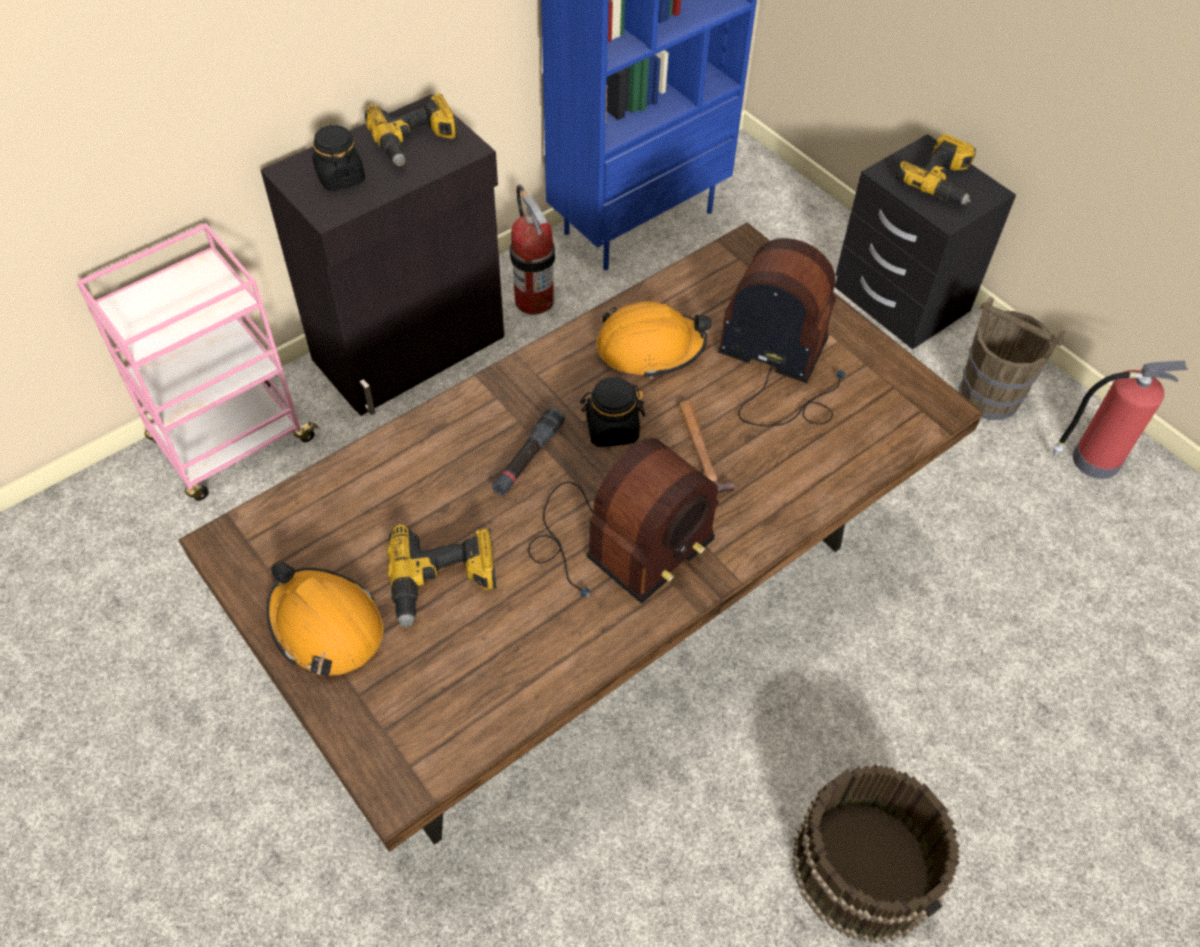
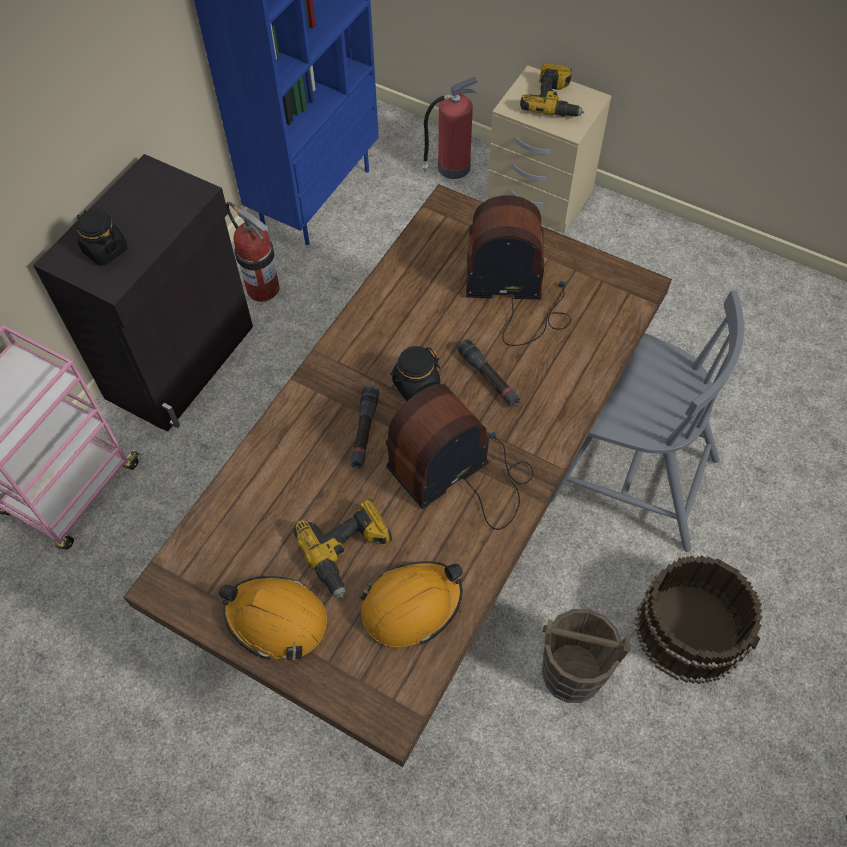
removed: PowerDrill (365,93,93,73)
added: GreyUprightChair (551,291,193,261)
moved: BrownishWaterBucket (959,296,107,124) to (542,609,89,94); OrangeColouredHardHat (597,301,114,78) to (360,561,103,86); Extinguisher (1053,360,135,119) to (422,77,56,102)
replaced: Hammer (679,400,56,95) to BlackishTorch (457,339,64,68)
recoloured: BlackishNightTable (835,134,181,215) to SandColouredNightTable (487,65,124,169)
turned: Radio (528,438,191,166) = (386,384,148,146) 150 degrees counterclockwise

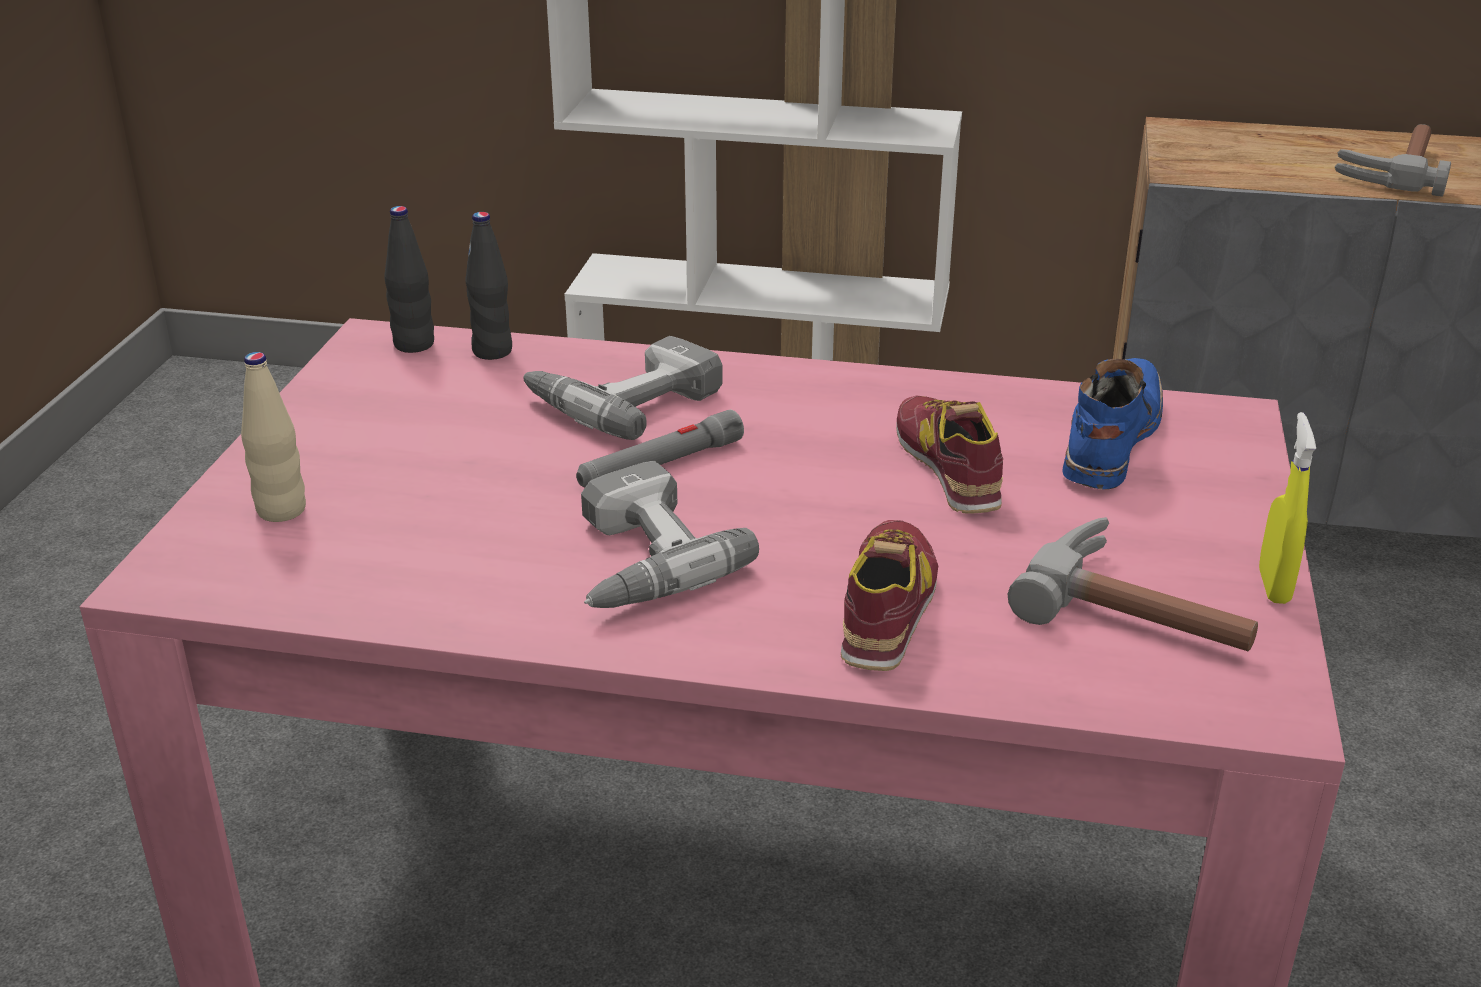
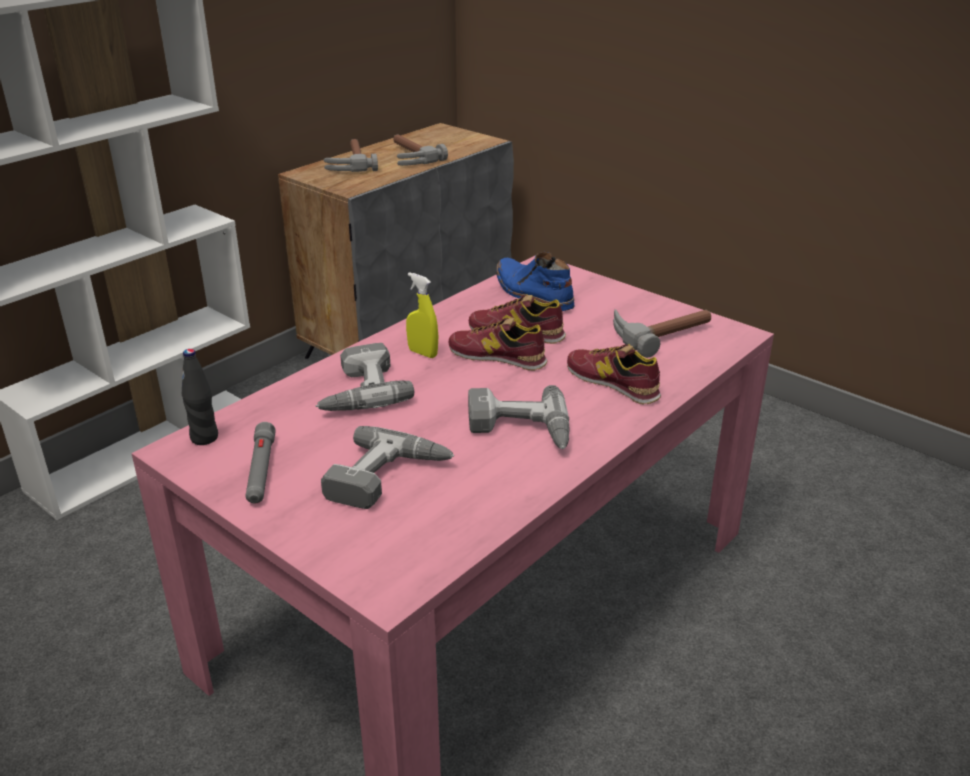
removed: BlackishBeverageBottle (465,212,47,148); SandColouredBeverageBottle (241,352,65,170)
added: Hammer (324,139,54,33); Shoe (449,317,98,54); PowerDrill (321,426,133,83)
moved: GreyTorch (576,409,168,79) to (245,422,31,81); YellowColouredSprayer (1259,412,57,192) to (406,272,32,86)

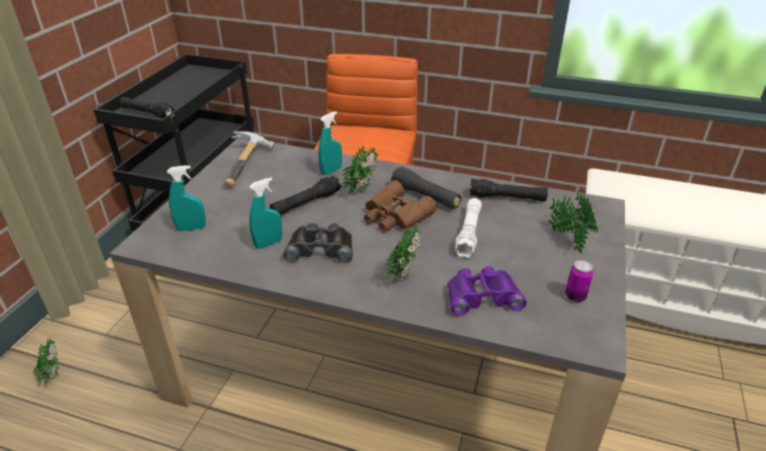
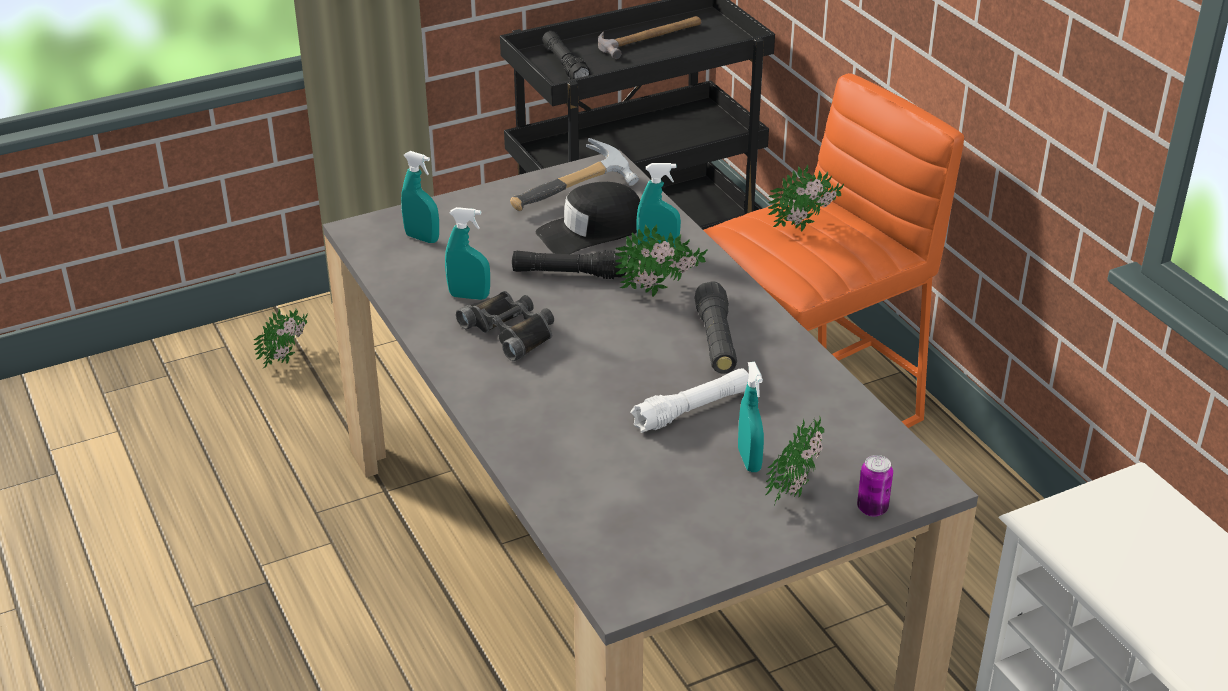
removed: BlackishTorch (469,179,79,23); BrownishBinoculars (364,180,73,52); PurpleBinoculars (447,266,80,50)
added: Hammer (598,16,103,43); BlackishBaseballCap (536,182,104,72); BlueGreenSprayer (738,362,26,110)
moved: PottedPlant (385,223,36,63) to (768,165,76,67); SealedCan (565,260,29,42) to (857,455,36,62)

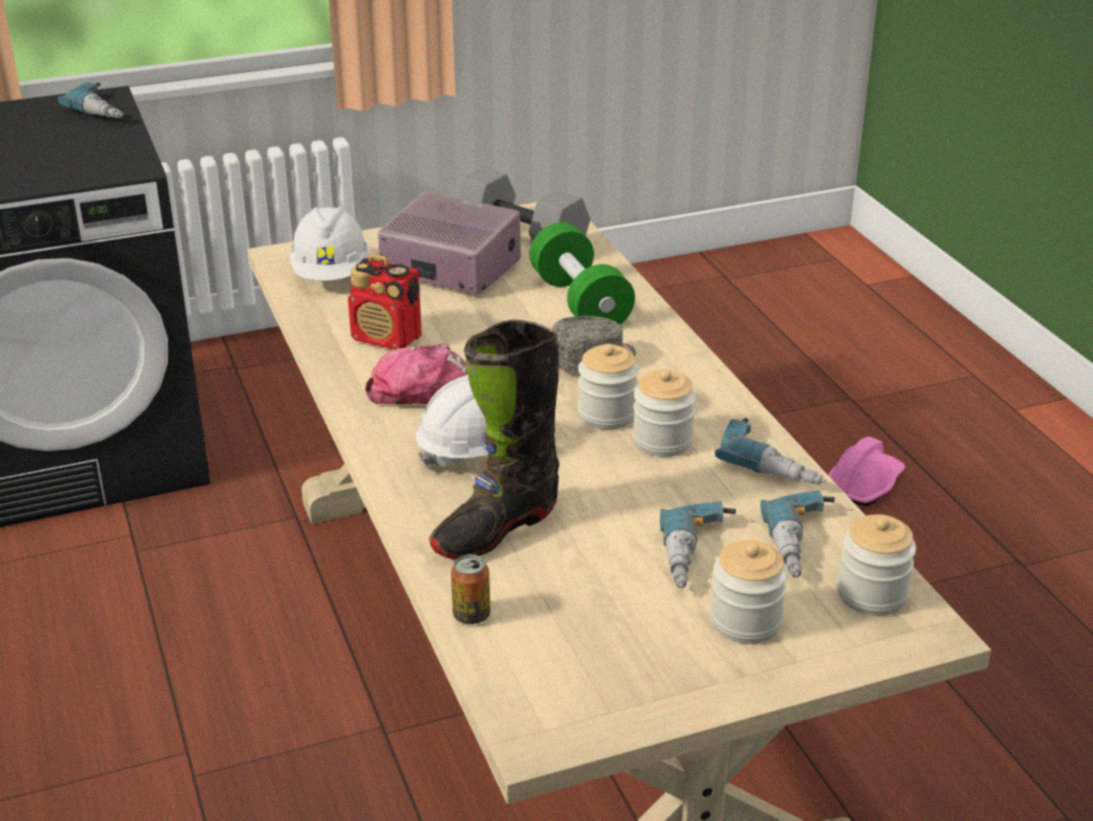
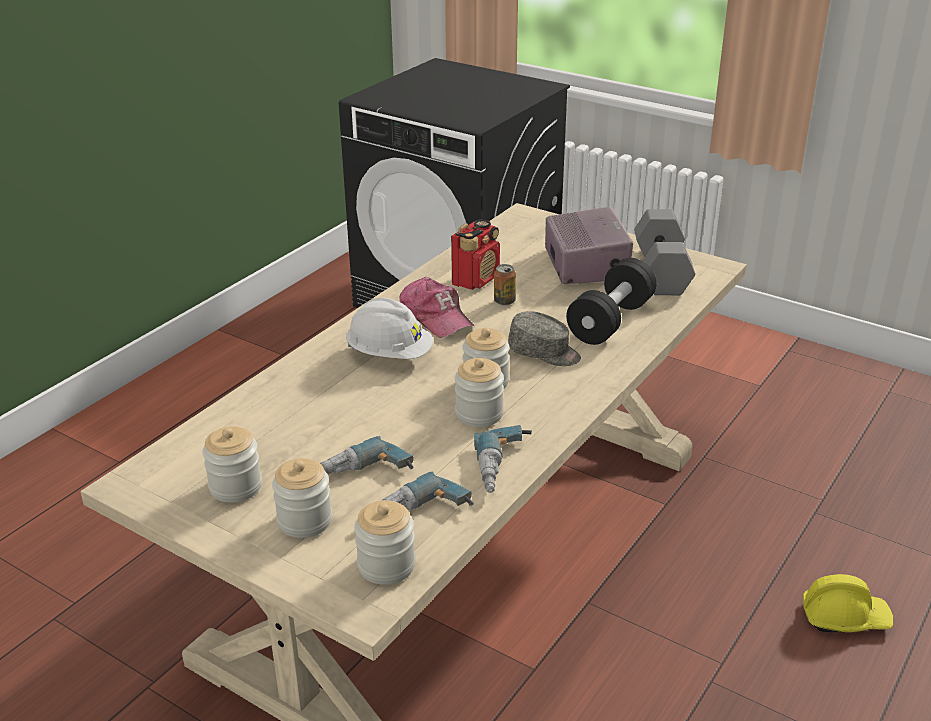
removed: PowerDrill (58,82,66,36); WhitishHardHat (290,207,79,74); BlackishBoot (429,320,131,240)
added: Jar (202,426,60,77)
moved: SealedCan (451,554,39,70) to (494,264,22,41)
recoloured: GreenishDumbbell (529,222,106,103) to BlackishDumbbell (566,258,90,87); PinkishHardHat (828,437,77,69) to YellowColouredHardHat (803,574,90,58)
turned: Radio (348,254,74,96) = (451,219,49,71) 135 degrees counterclockwise

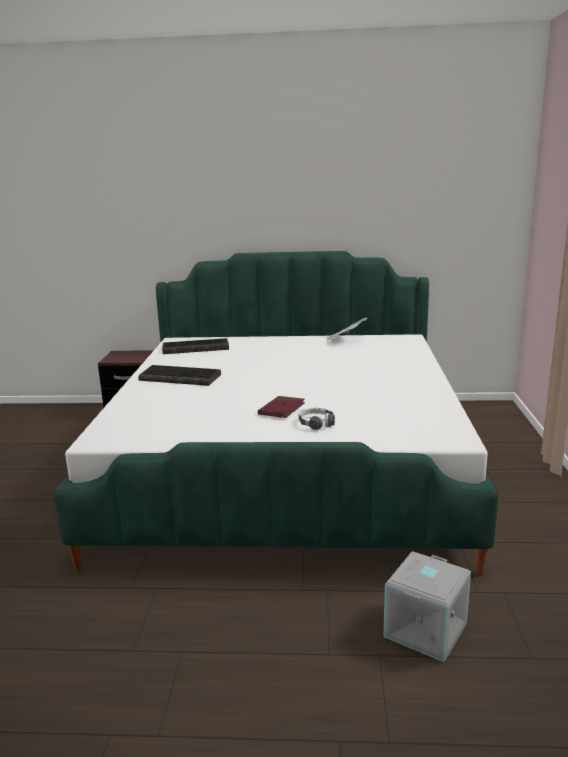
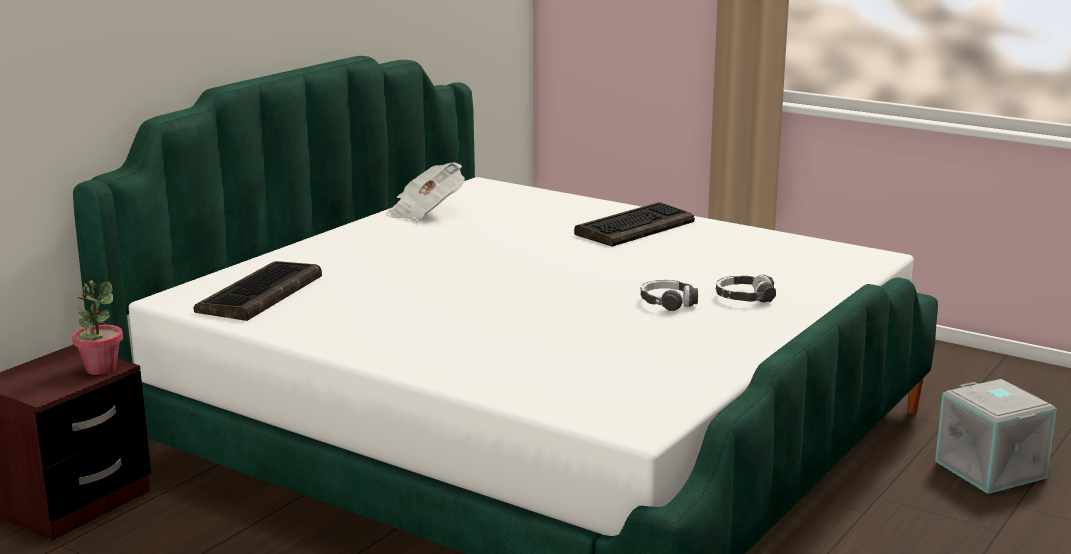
added: PottedPlant (72,280,51,95)
moved: Keyboard (138,365,83,21) to (574,202,121,45)
replaced: ReddishVolume (258,396,47,22) to Headphones (641,280,57,31)

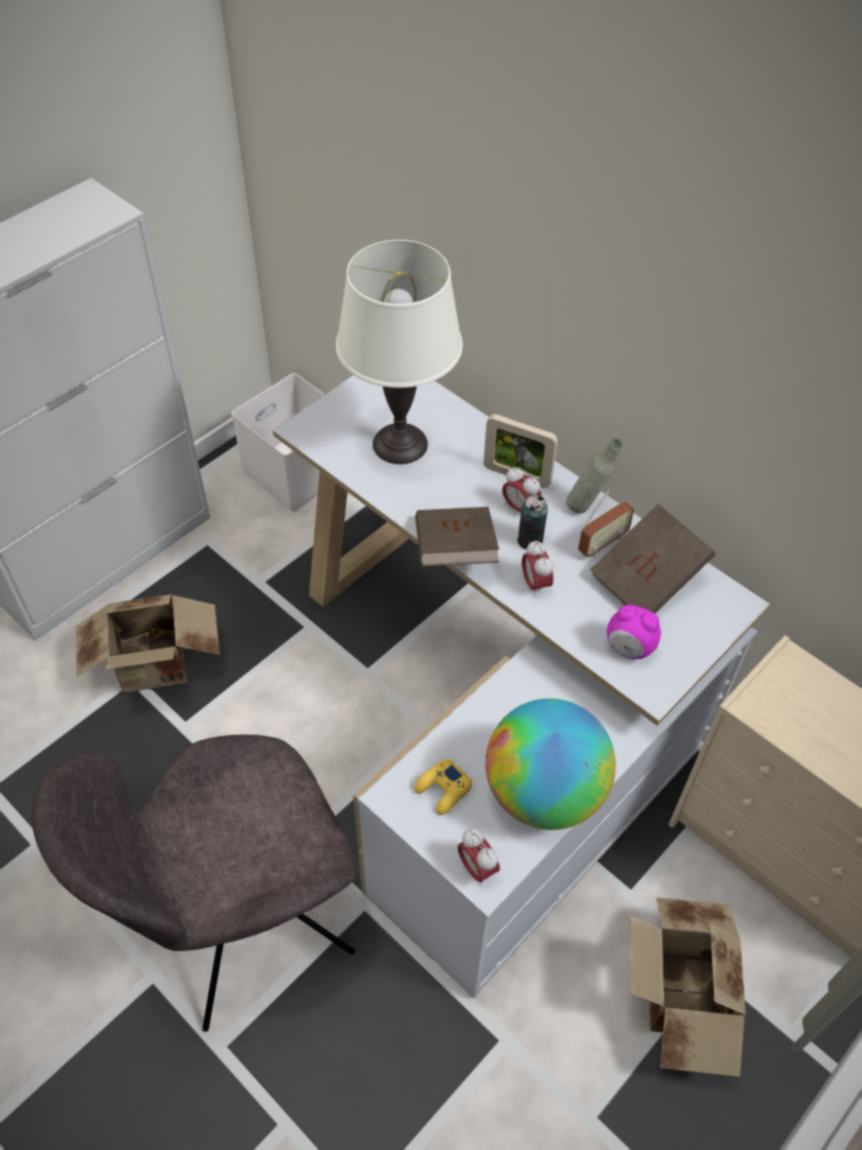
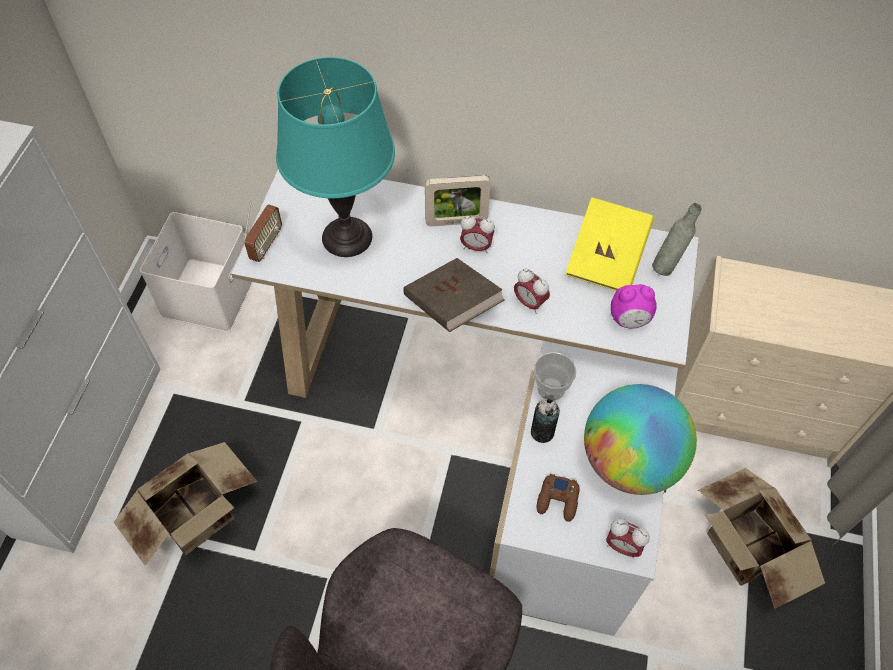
added: DrinkingCup (534,352,42,49)
moved: GreyBeverageBottle (566,439,56,75) to (652,203,50,73); Radio (578,490,56,67) to (244,201,38,61); SealedCan (517,495,31,54) to (531,399,29,44)
recoloured: WhitishTabletopLamp (336,240,127,224) to BlueGreenTabletopLamp (276,57,119,200); BrownishVolume (590,504,126,109) to YellowColouredVolume (566,197,88,94); YellowColouredGameController (414,759,58,56) to BrownishGameController (537,474,42,48)

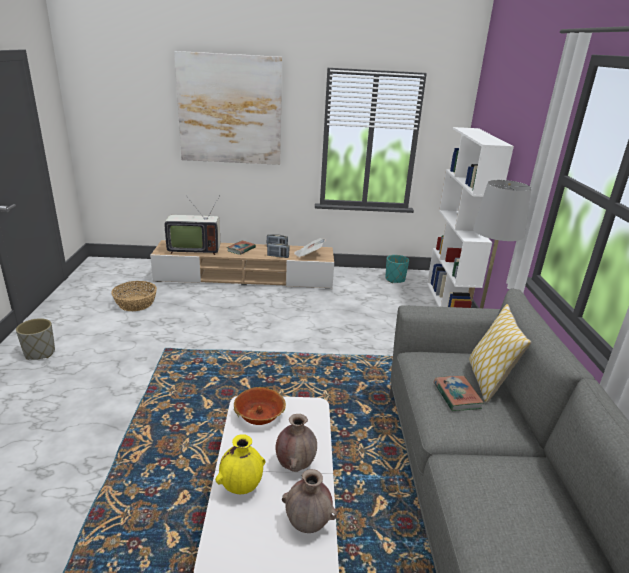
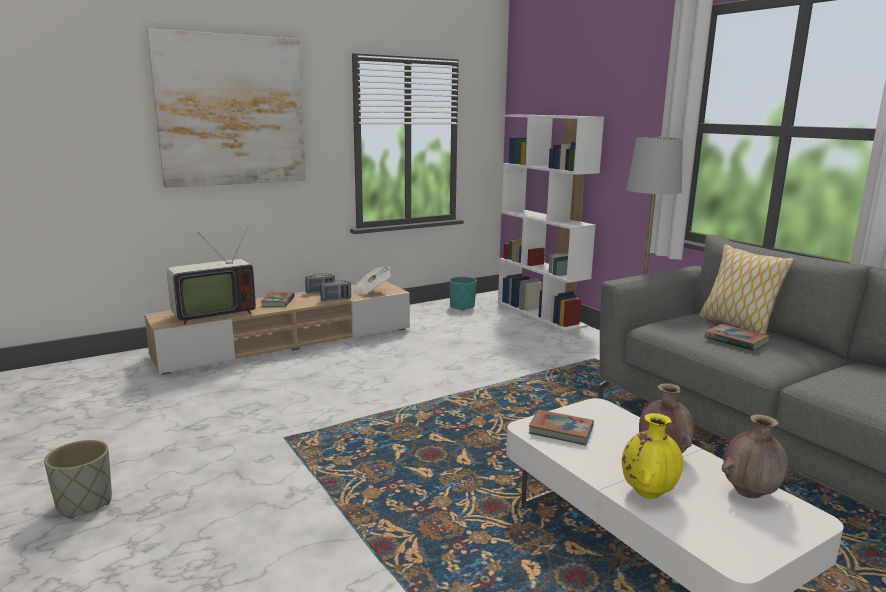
removed: HouseholdBasket (111,281,46,30)
replaced: ServingBowl (234,387,52,40) to Volume (529,410,65,35)

